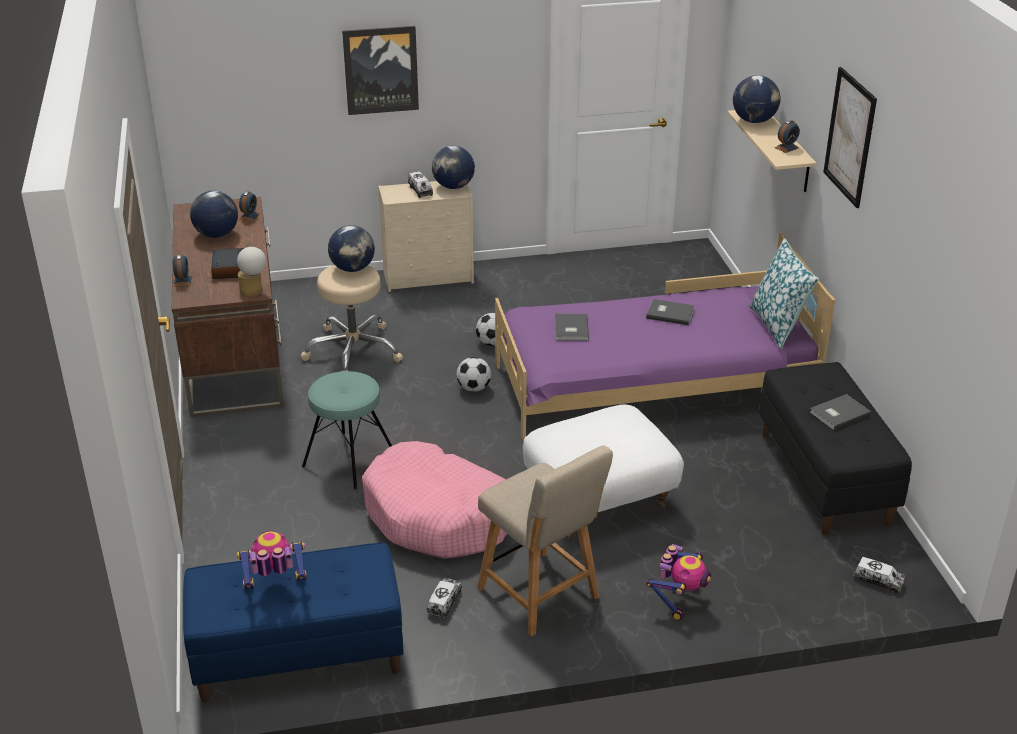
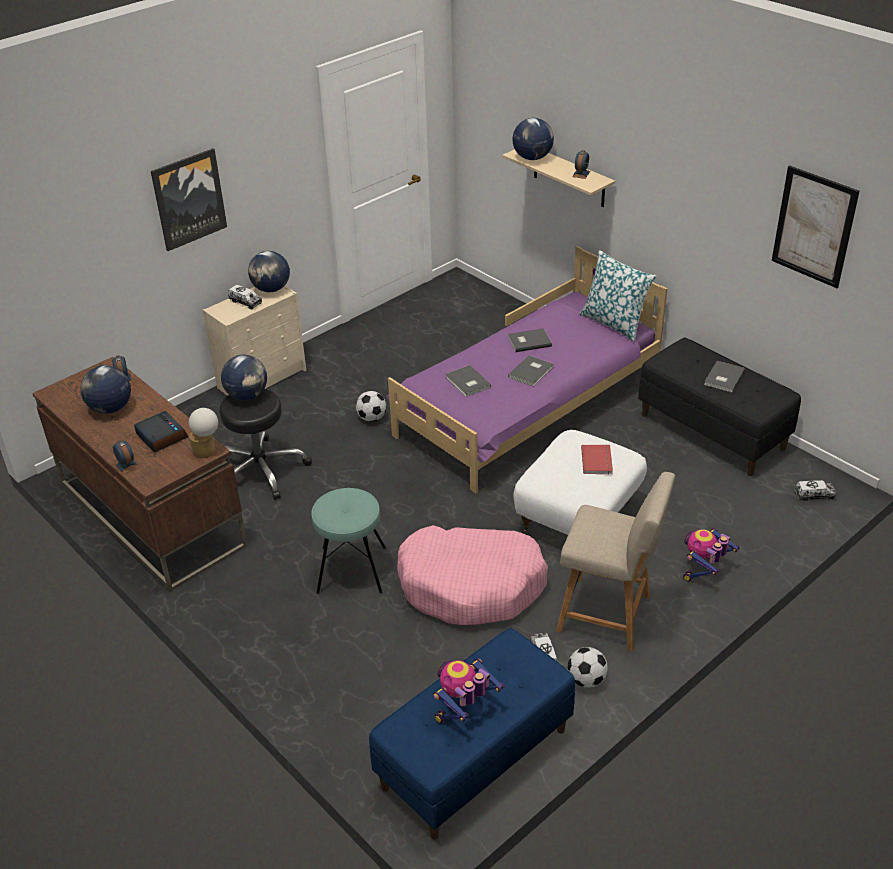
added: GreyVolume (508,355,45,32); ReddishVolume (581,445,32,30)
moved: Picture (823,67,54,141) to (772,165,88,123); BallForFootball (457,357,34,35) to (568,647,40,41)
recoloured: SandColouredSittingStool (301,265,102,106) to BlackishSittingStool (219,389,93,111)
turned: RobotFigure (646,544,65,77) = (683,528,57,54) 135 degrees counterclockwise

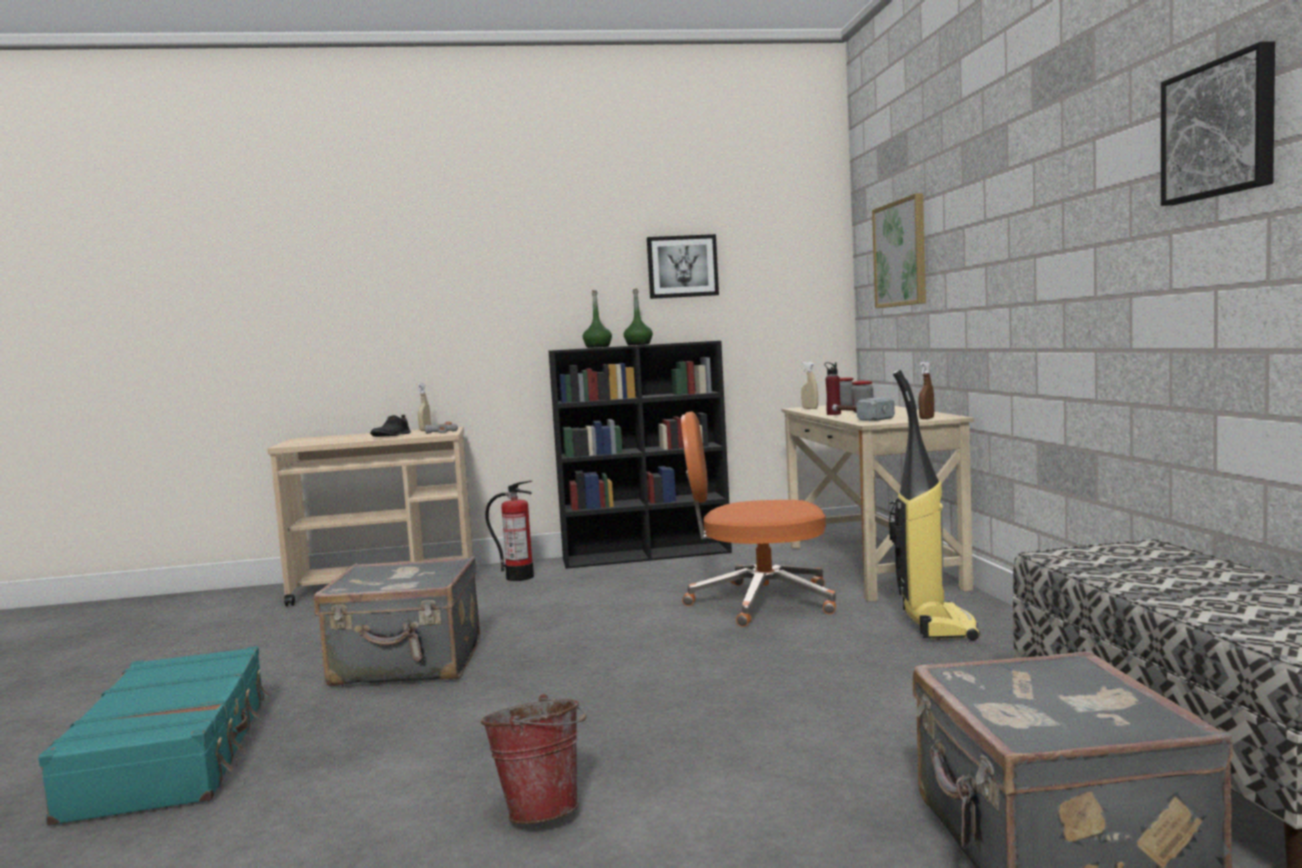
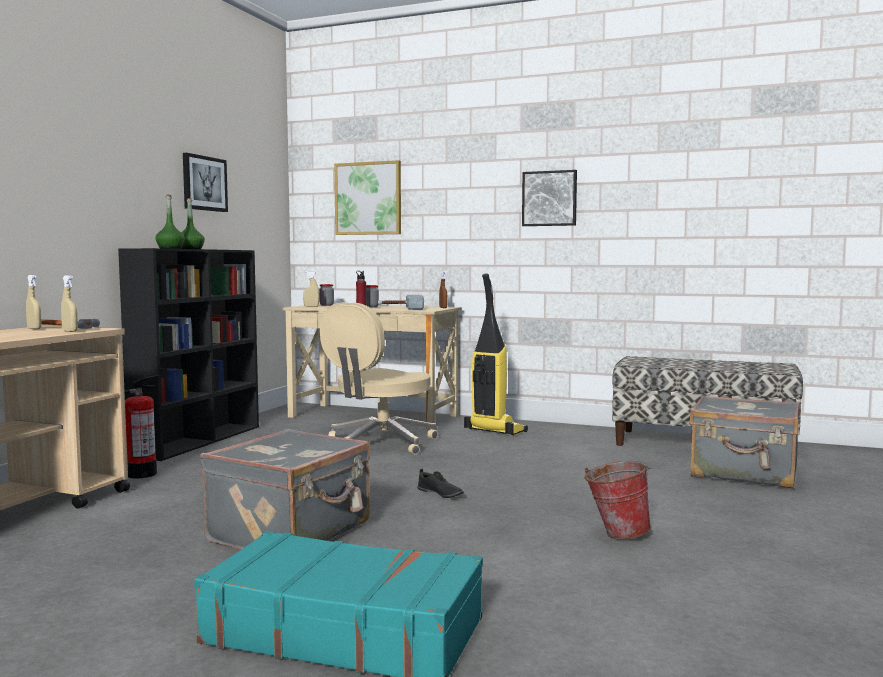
added: SandColouredSprayer (61,275,17,57)
moved: Picture (1161,42,114,164) to (522,170,55,56); BlackishShoe (370,415,41,22) to (417,469,47,29)
recoloured: OrangeColouredOfficeChair (681,411,155,216) to SandColouredOfficeChair (320,302,118,152)

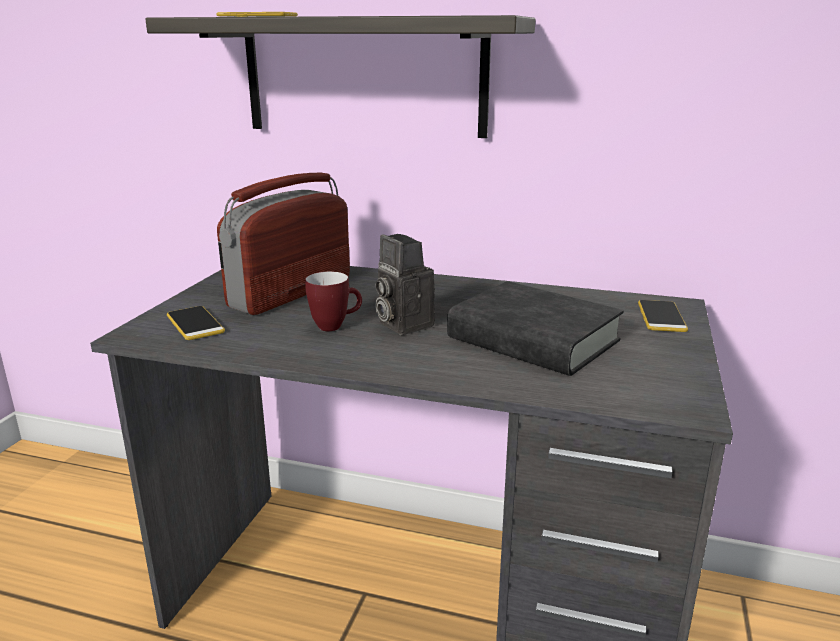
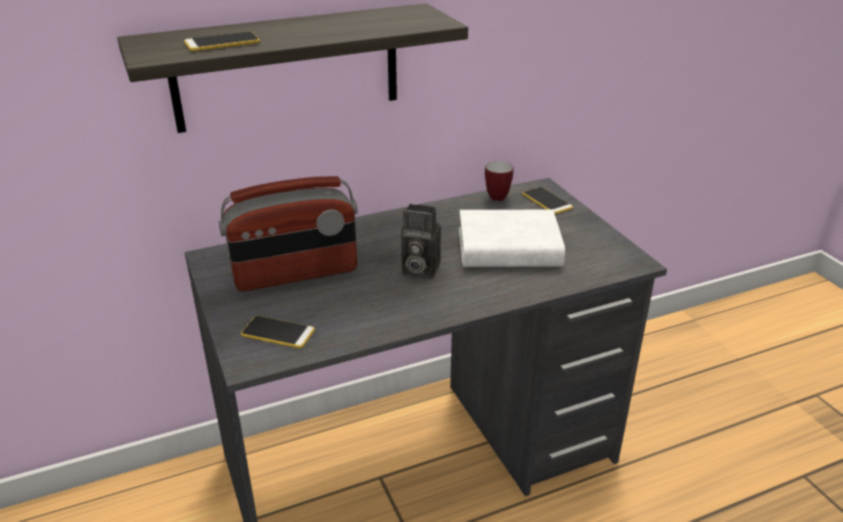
moved: TeaMug (305,271,57,60) to (485,161,29,40)
recoloured: BlackishVolume (447,281,177,95) to WhitishVolume (459,210,106,57)
turned: Radio (217,172,133,143) = (219,176,139,115) 105 degrees counterclockwise

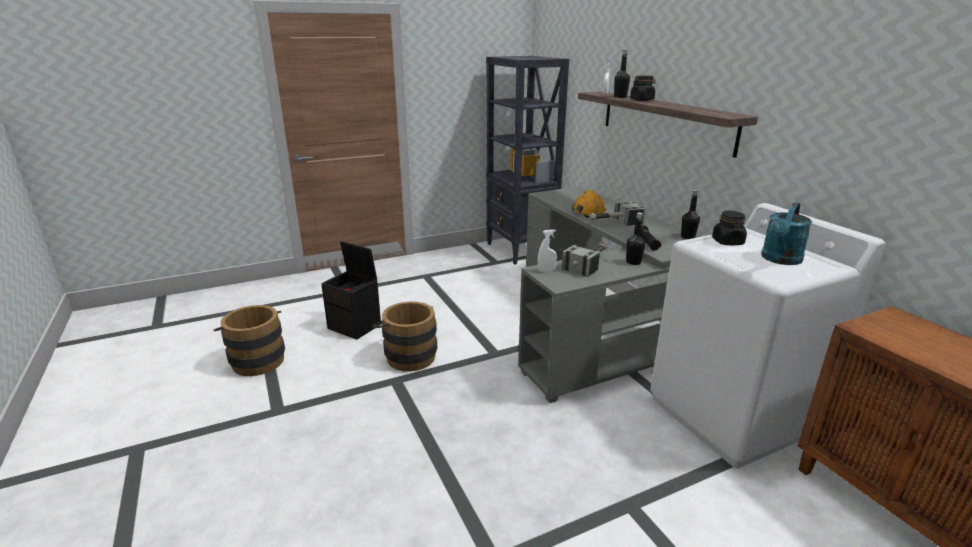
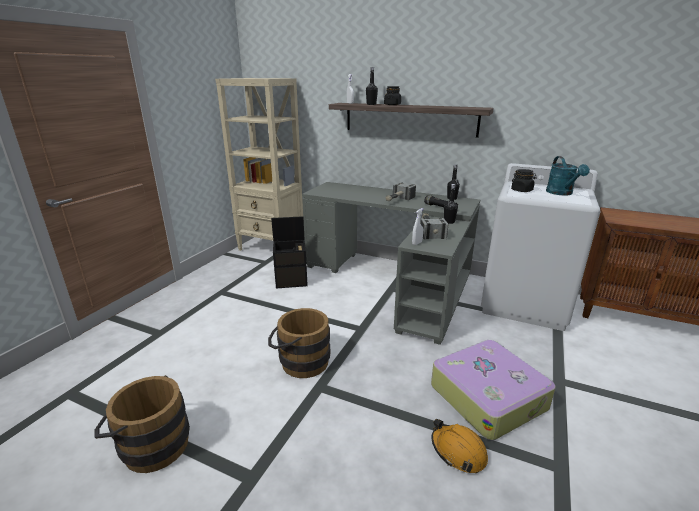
added: TravelCase (431,340,125,100)
moved: OrangeColouredHardHat (572,190,34,28) to (432,419,56,54); BlackishStorageContainer (321,241,60,99) to (271,216,37,72)
recoloured: BlackishShelvingUnit (486,56,83,209) to SandColouredShelvingUnit (215,78,88,173)

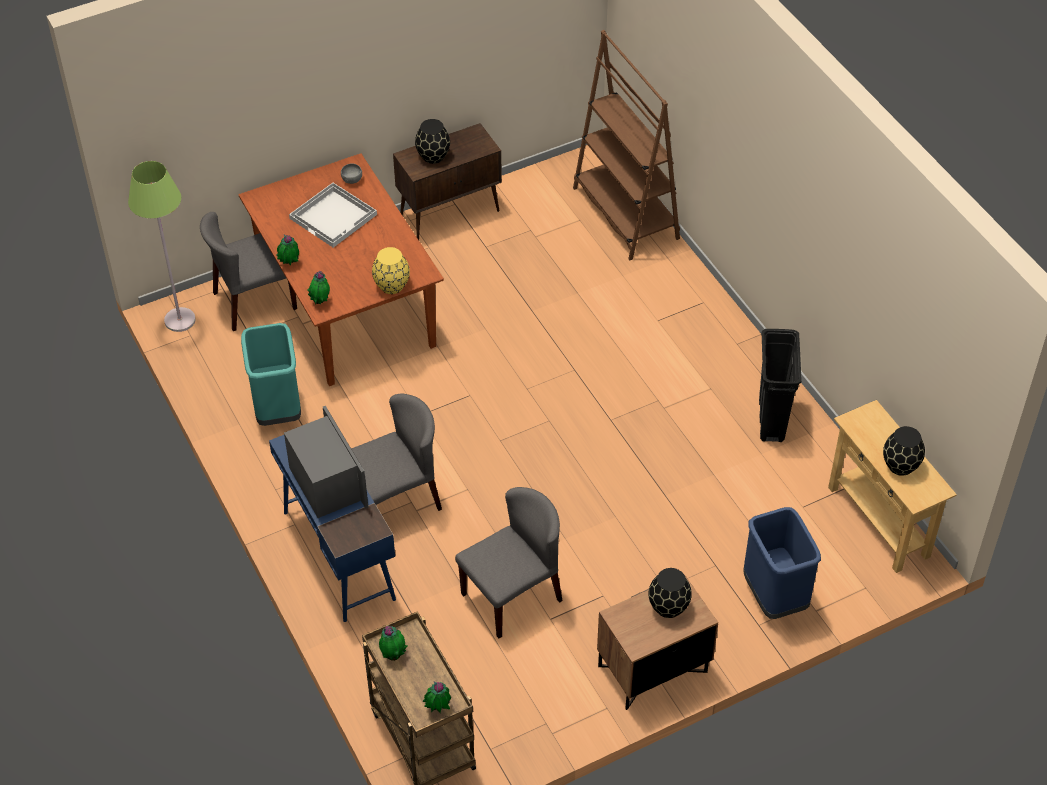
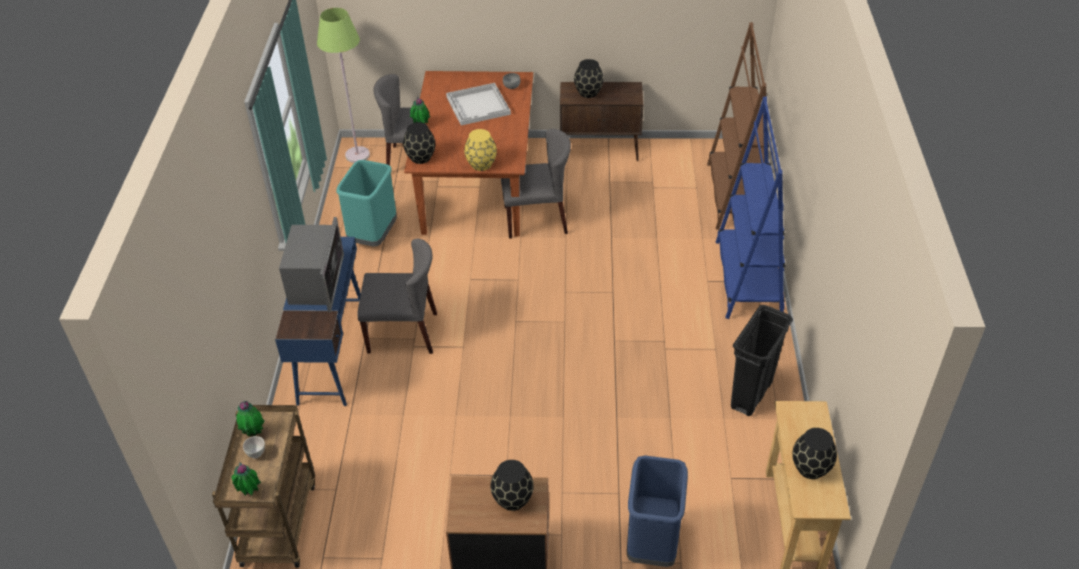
added: BlueShelvingUnit (716,97,70,222); WhitishServingBowl (243,436,22,22)
moved: GreyUprightChair (455,487,108,151) to (501,129,70,110)
replaced: PottedPlant (307,271,23,34) to BlackishDecorativeVase (403,122,32,42)

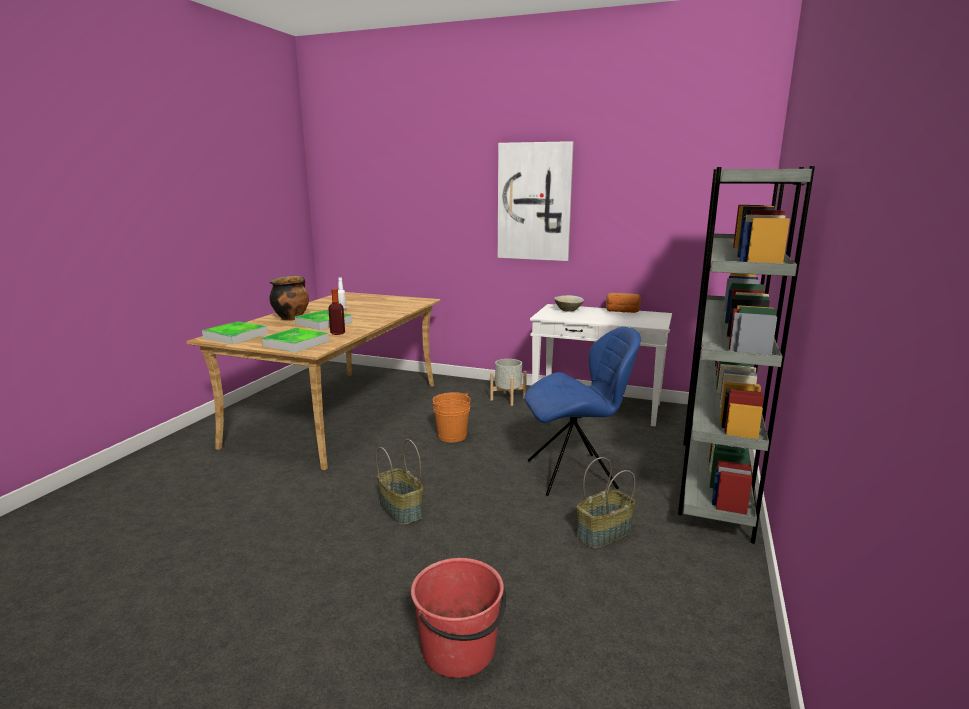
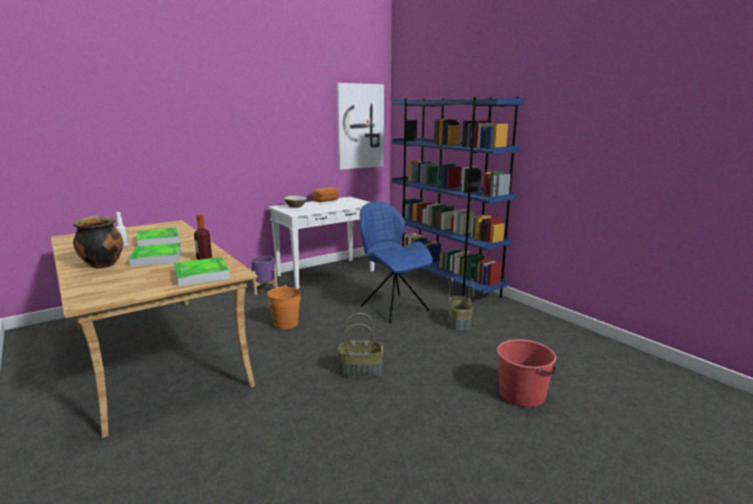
moved: Picture (498,141,76,120) to (336,83,48,87); ServingTray (202,321,66,23) to (137,227,43,19)
recoloured: GreyShelvingUnit (678,166,137,378) to BlueShelvingUnit (392,97,132,201); GreyPlantPot (490,359,37,47) to PurplePlantPot (251,256,26,39)
turned: BlueUprightChair (524,327,117,169) = (360,202,73,121) 60 degrees counterclockwise

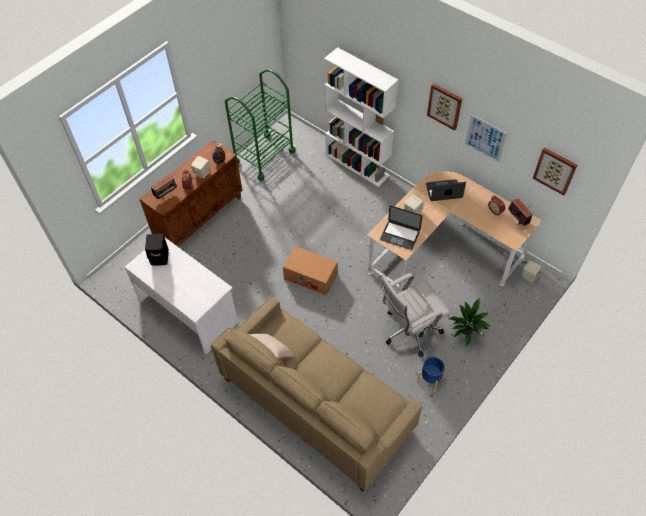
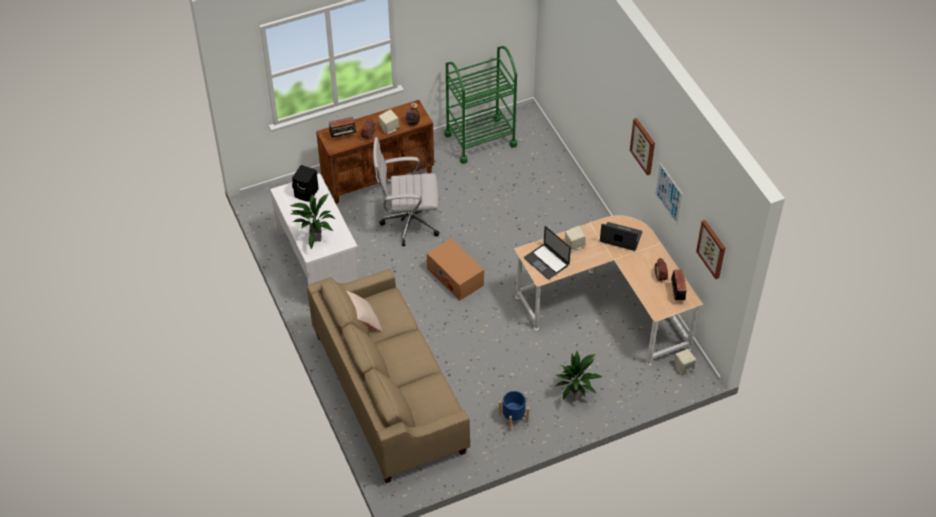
removed: WhitishShelvingUnit (324,47,75,140)
added: PottedPlant (290,193,45,56)
moved: WhitishOfficeChair (380,273,71,84) to (373,137,66,109)

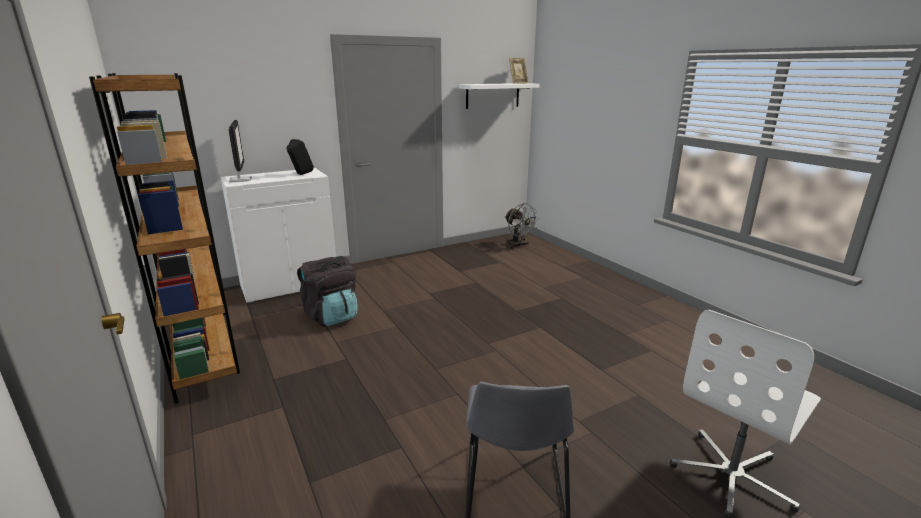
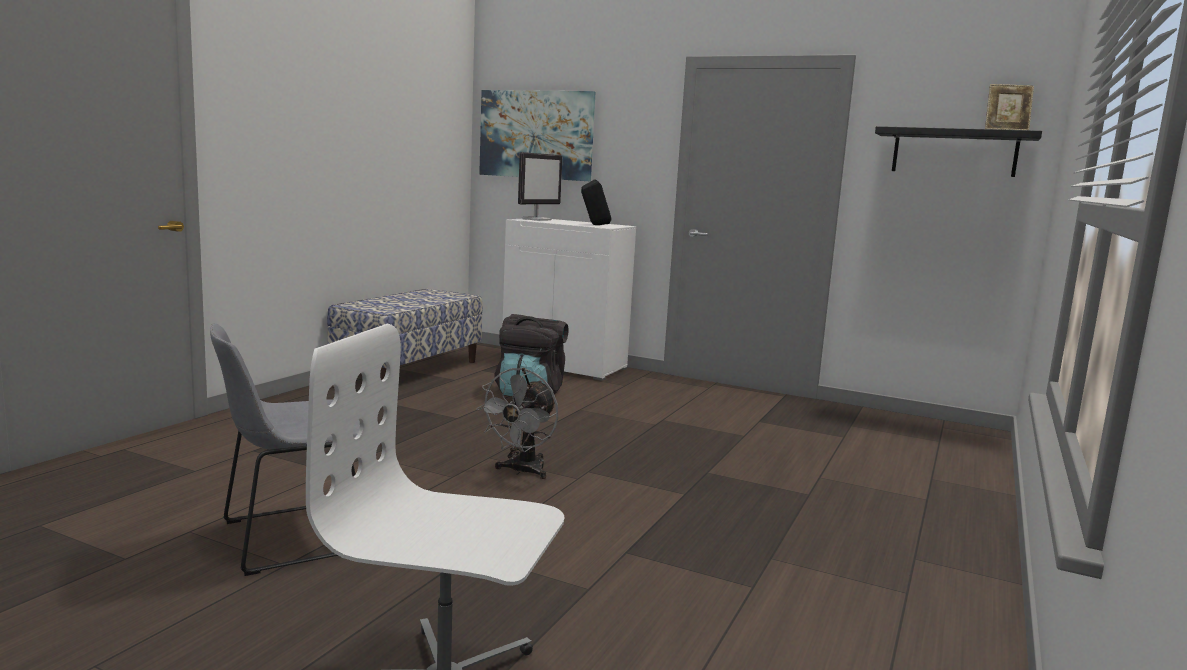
added: Picture (479,90,117,91)
moved: GreyFan (505,203,33,46) to (476,368,82,111)
replaced: BrownishShelvingUnit (89,73,151,331) to IndoorBench (327,289,155,90)
recoloured: WhitishShelf (459,83,80,26) to BlackishShelf (875,126,167,51)

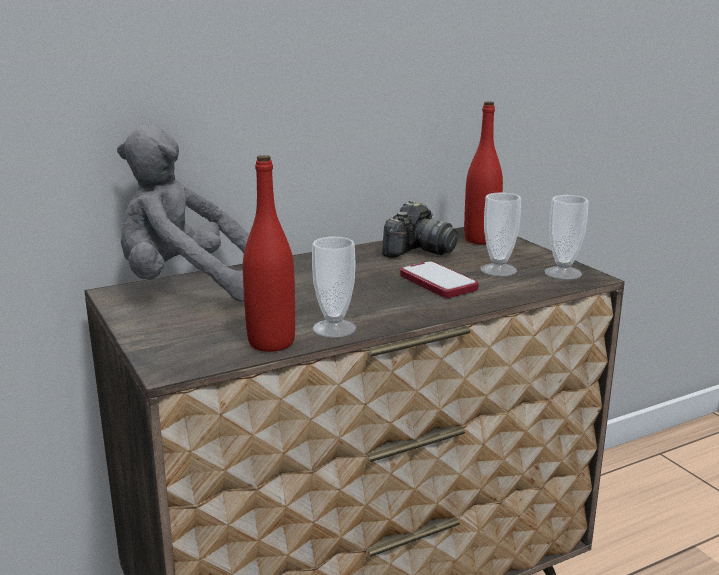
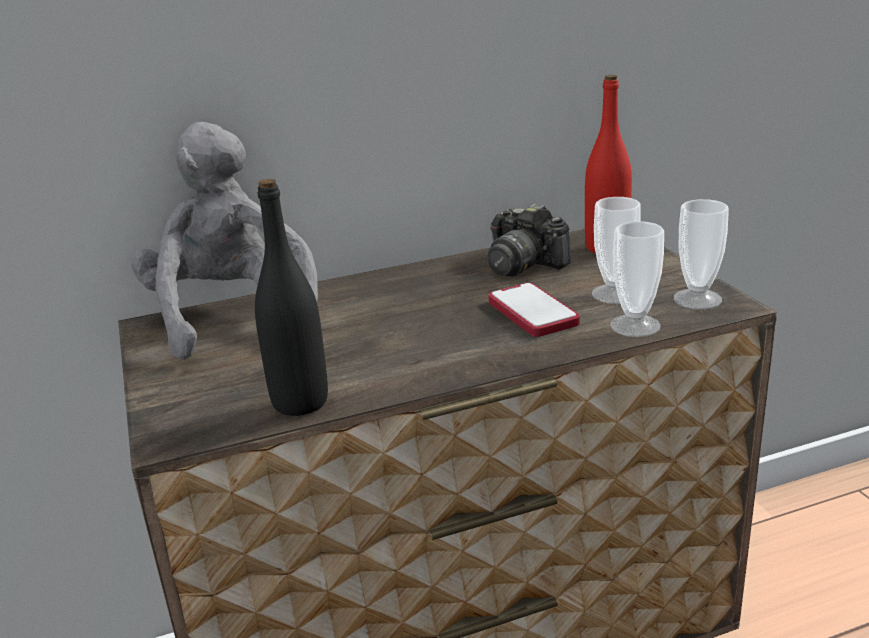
moved: DrinkingCup (312,237,44,101) to (610,221,54,116)
recoloured: ReddishBeverageBottle (243,155,52,197) to BlackishBeverageBottle (255,179,73,237)
turned: GreyPlushToy (117,126,132,176) = (131,122,187,238) 60 degrees clockwise; StillCamera (382,201,76,57) = (487,204,84,73) 90 degrees clockwise

